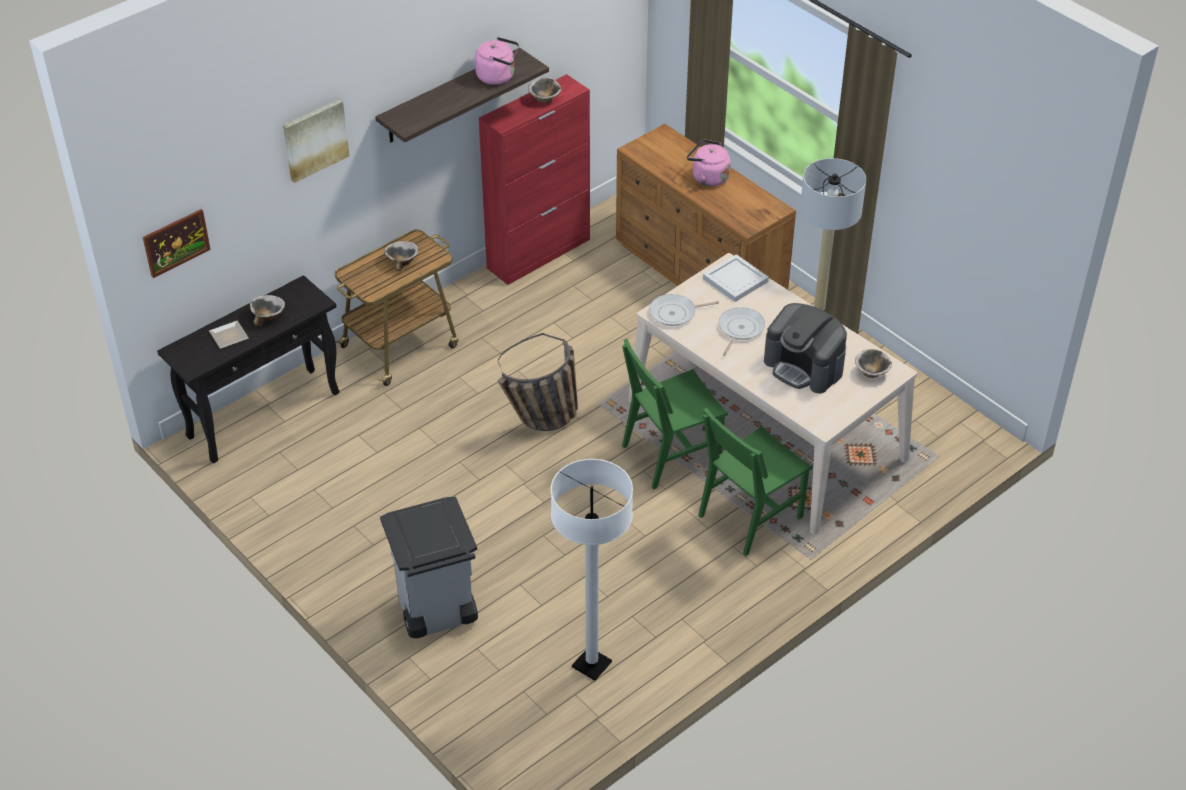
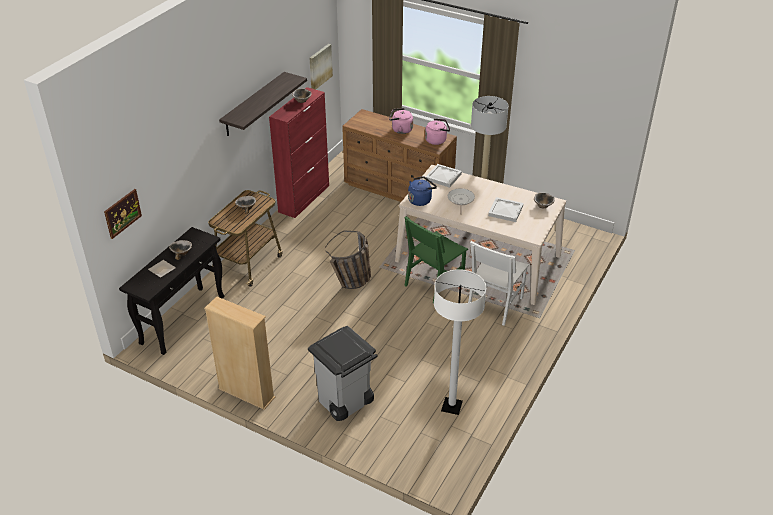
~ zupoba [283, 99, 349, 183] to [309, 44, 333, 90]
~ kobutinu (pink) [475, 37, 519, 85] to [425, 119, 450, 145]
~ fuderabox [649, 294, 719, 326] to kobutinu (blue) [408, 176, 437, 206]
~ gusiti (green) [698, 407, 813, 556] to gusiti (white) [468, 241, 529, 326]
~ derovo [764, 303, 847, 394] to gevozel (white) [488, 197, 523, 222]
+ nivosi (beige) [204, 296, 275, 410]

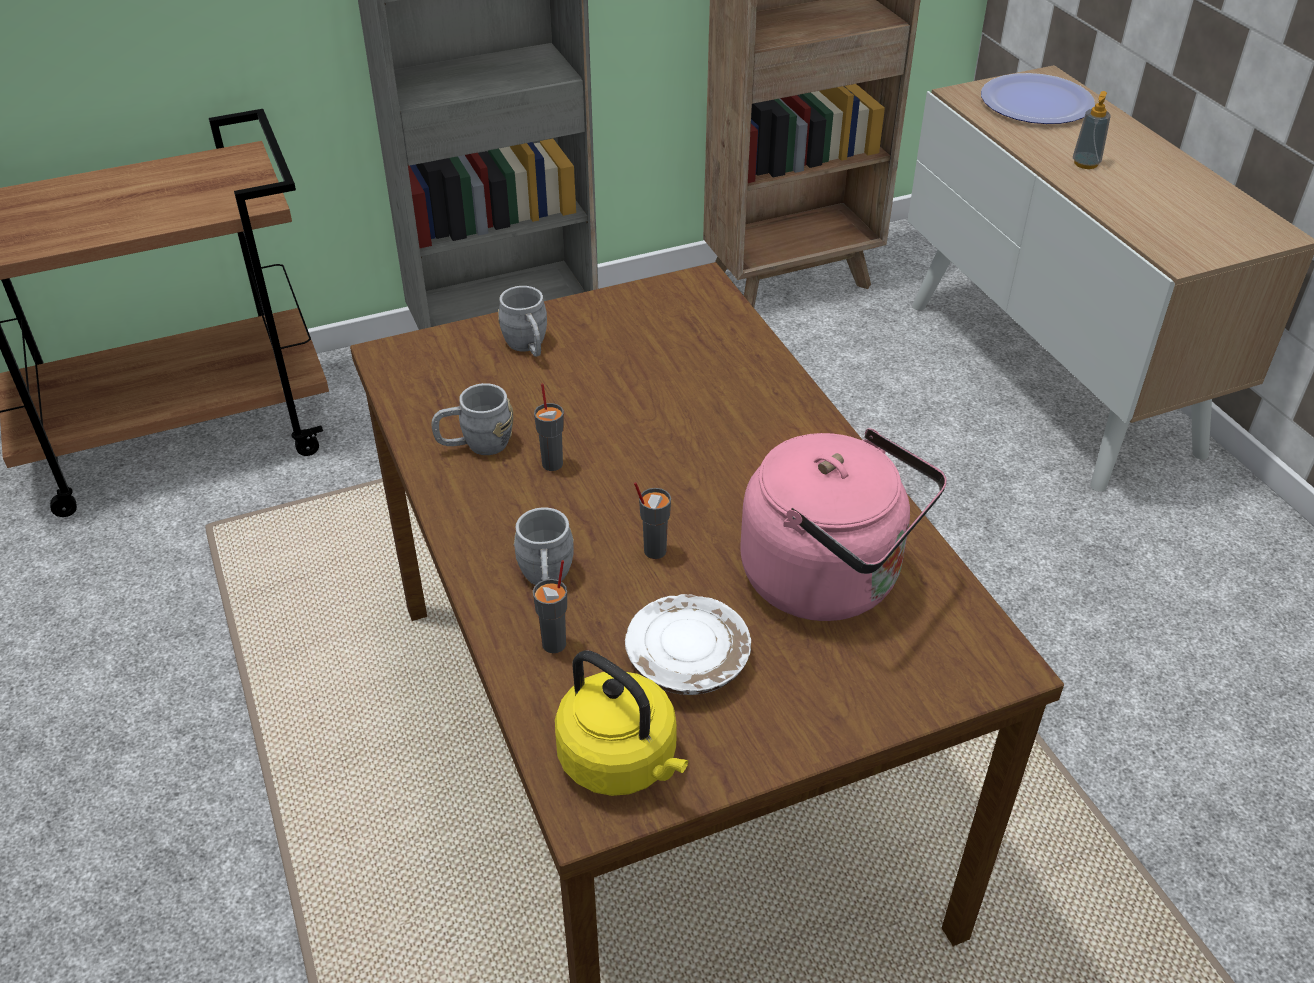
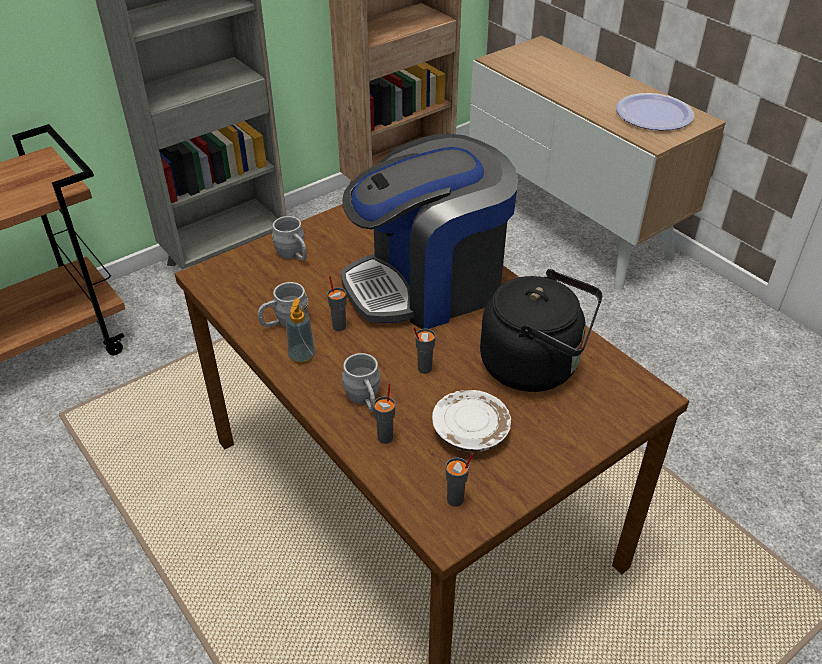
~ kobutinu (yellow) [555, 650, 688, 796] to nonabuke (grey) [445, 453, 474, 507]
~ kobutinu (pink) [740, 428, 947, 621] to kobutinu (black) [480, 269, 602, 392]
~ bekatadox [981, 73, 1095, 124] to [616, 93, 694, 131]
~ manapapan [1073, 91, 1111, 169] to [286, 298, 315, 364]
+ derovo [341, 134, 518, 329]

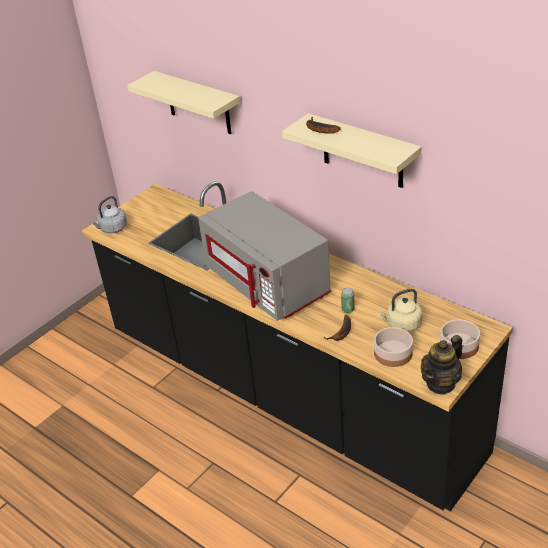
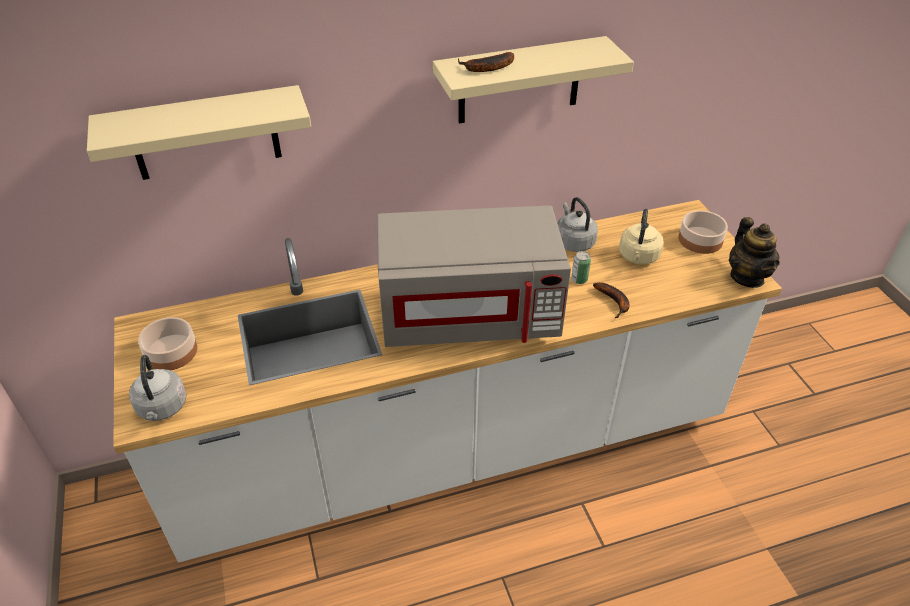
~ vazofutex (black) [82, 182, 513, 511] to vazofutex (white) [114, 200, 782, 562]
~ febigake [374, 327, 413, 367] to [138, 317, 197, 370]
+ kobutinu (grey) [557, 197, 598, 252]

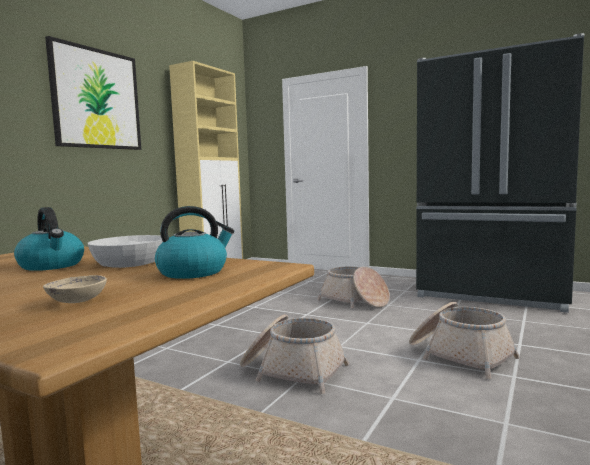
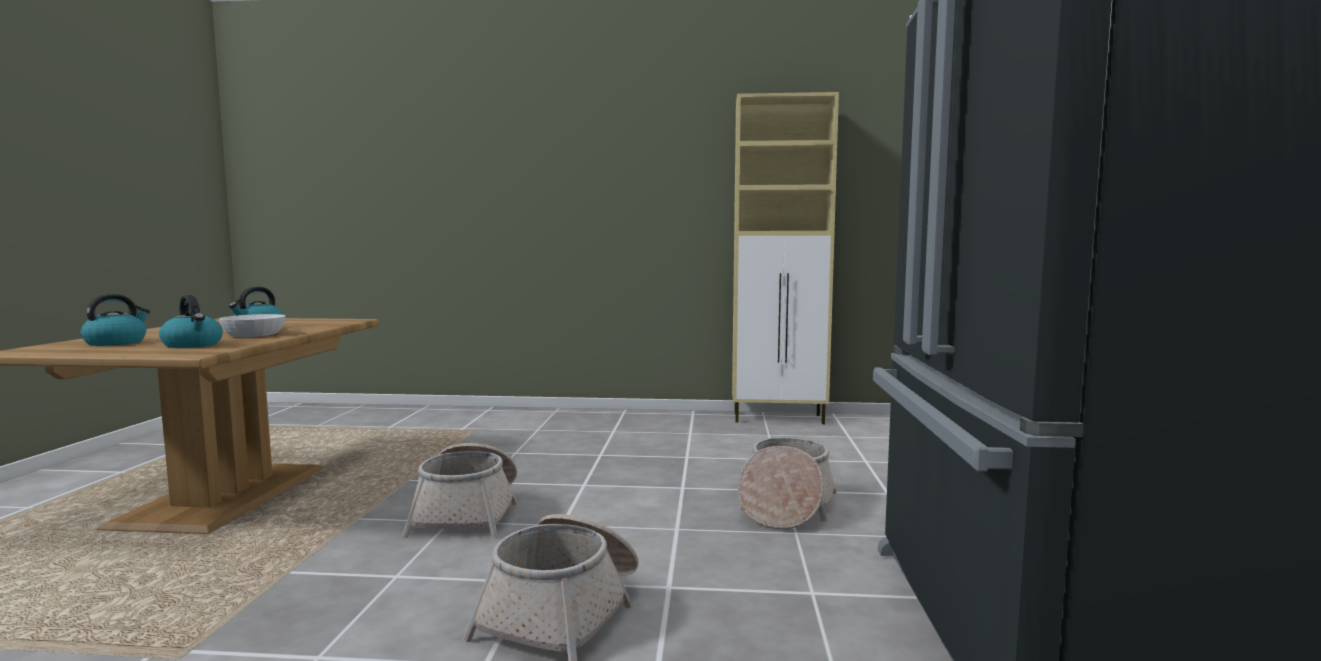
~ febigake (beige) [43, 275, 107, 303] to kobutinu [80, 294, 150, 346]
- zupoba [45, 36, 141, 150]

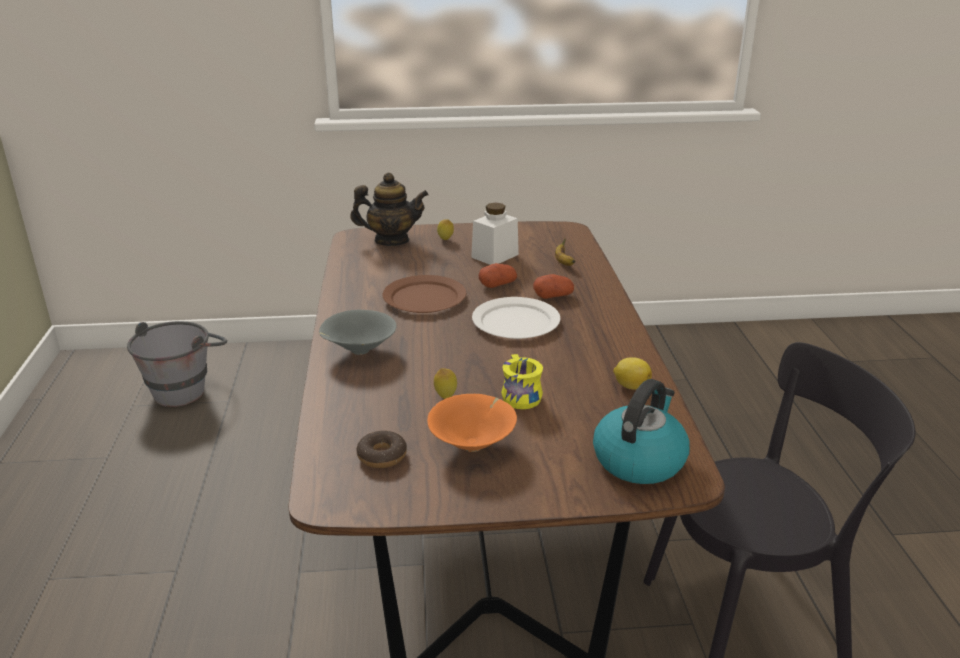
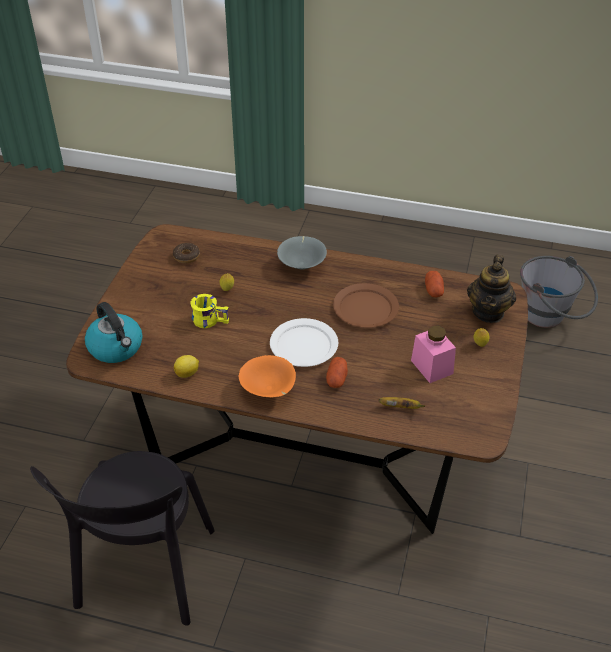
~ febigake (orange) [427, 394, 517, 452] to [239, 355, 296, 397]
~ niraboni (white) [471, 203, 519, 265] to niraboni (pink) [411, 326, 456, 383]
~ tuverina [479, 263, 517, 288] to [425, 271, 444, 298]

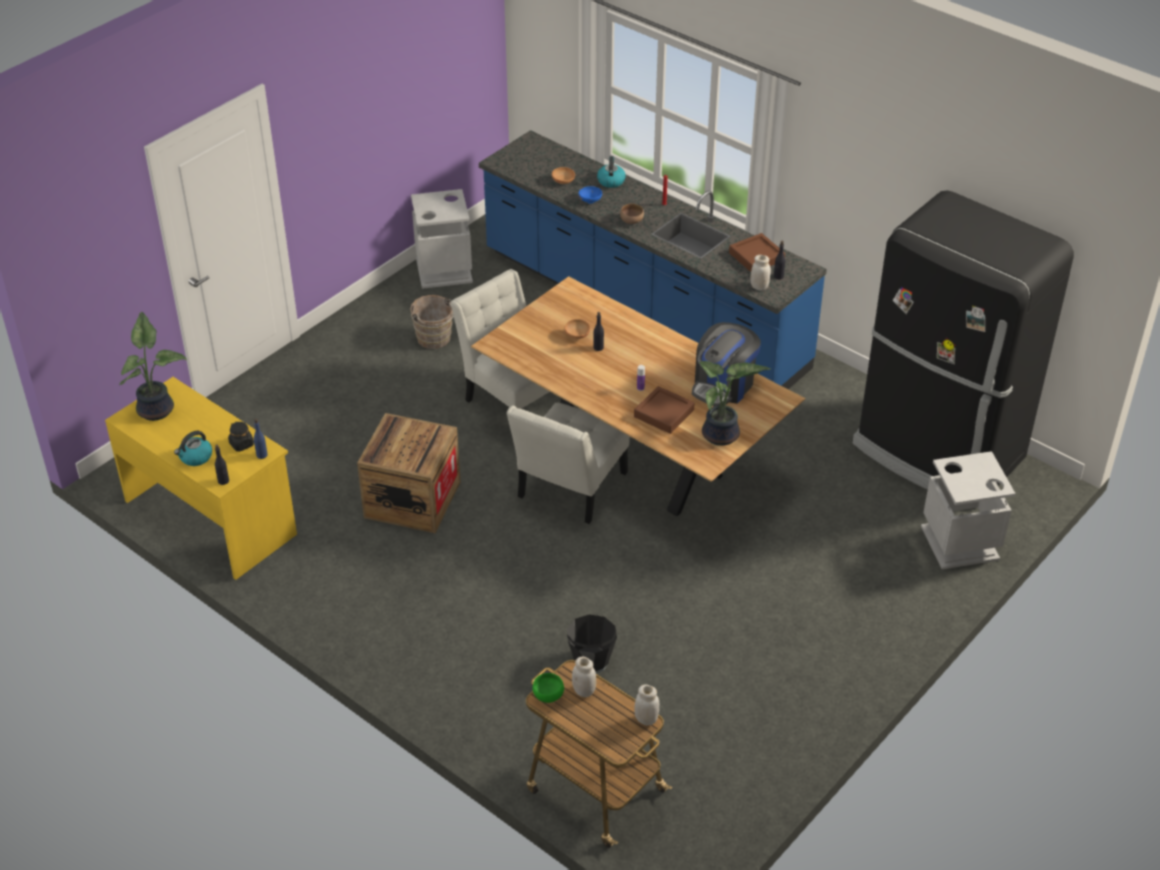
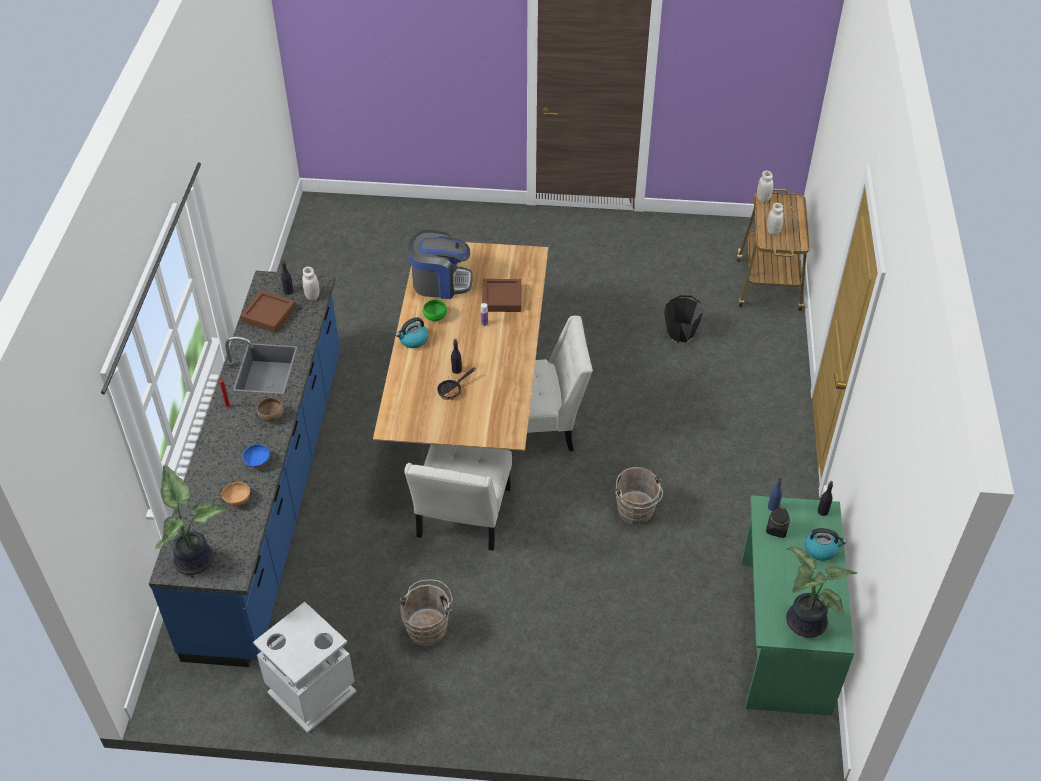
~ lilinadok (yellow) [105, 377, 297, 580] to lilinadok (green) [741, 495, 854, 716]
~ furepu [357, 413, 461, 533] to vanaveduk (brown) [615, 467, 663, 525]
~ febigake (green) [533, 673, 564, 703] to [423, 300, 447, 321]
~ febigake (brown) [565, 319, 590, 339] to fuderabox [437, 367, 476, 400]
~ kobutinu [597, 156, 626, 188] to [395, 317, 429, 348]
~ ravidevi [699, 361, 771, 446] to [155, 465, 227, 575]
- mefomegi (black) [853, 190, 1074, 490]
- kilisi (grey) [921, 451, 1016, 569]

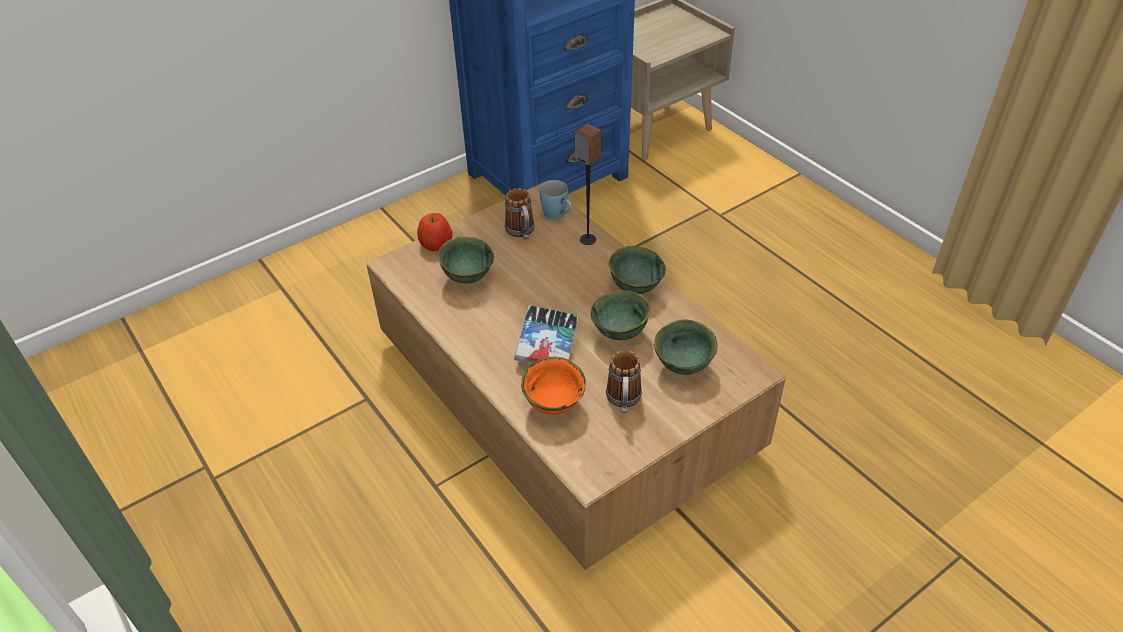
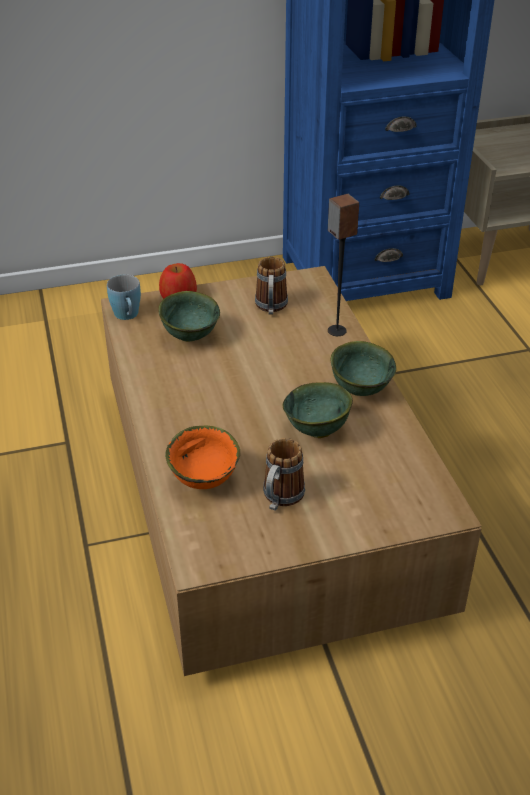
- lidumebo [514, 305, 578, 364]
~ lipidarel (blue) [539, 180, 572, 220] to [107, 275, 141, 320]
- febigake (green) [654, 320, 718, 375]

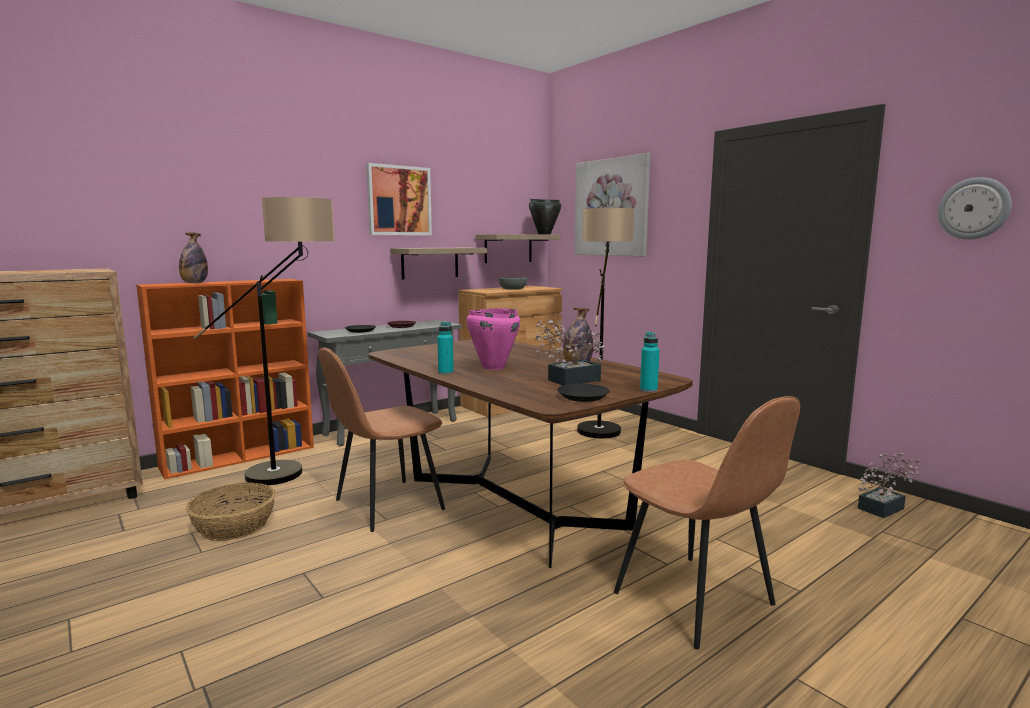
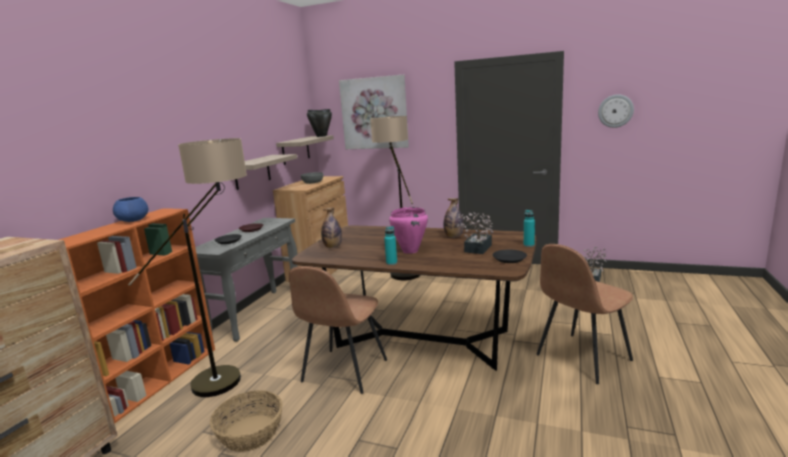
~ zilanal [179, 232, 208, 283] to [321, 208, 342, 248]
- zupoba [366, 163, 432, 235]
~ gusiti (brown) [614, 396, 800, 649] = [537, 244, 633, 384] 120 degrees clockwise
+ febigake (blue) [113, 197, 148, 222]

